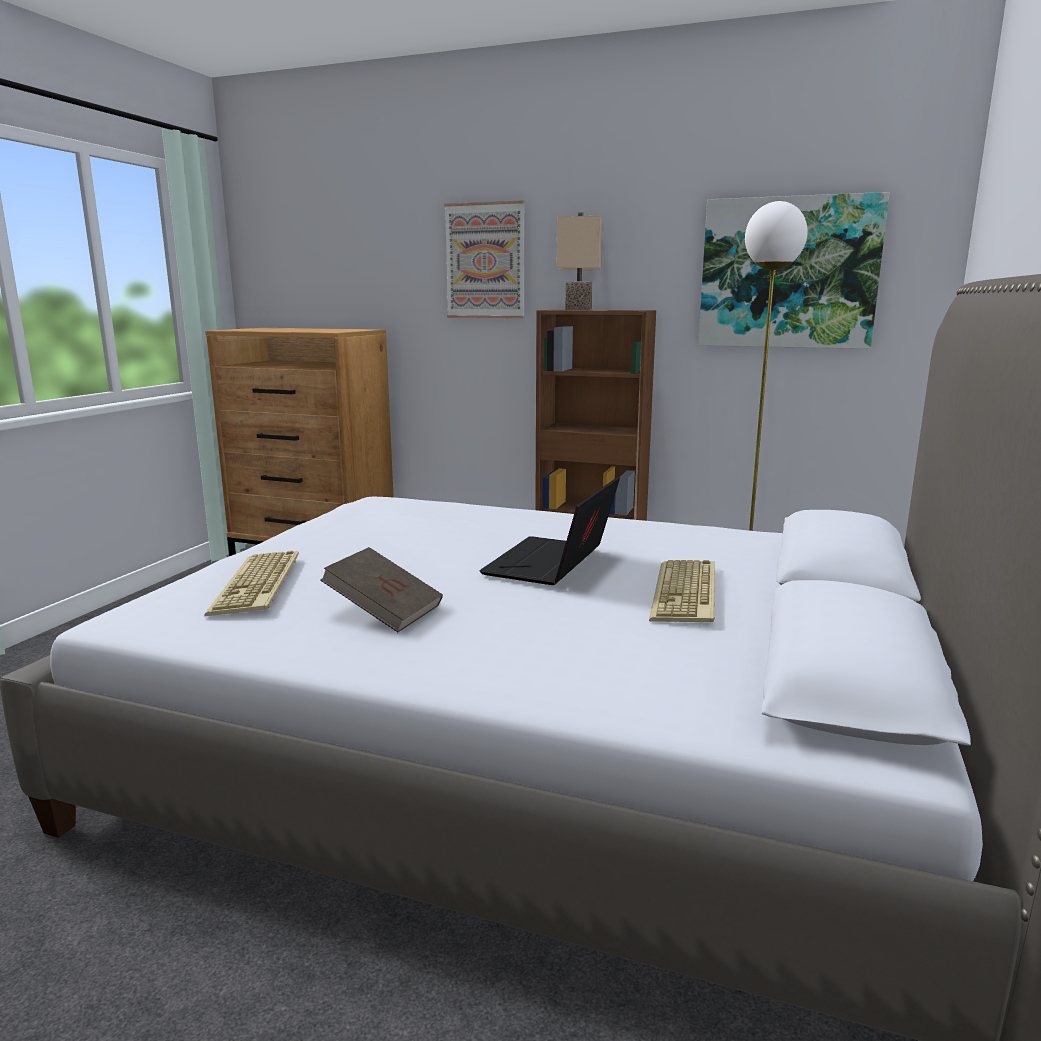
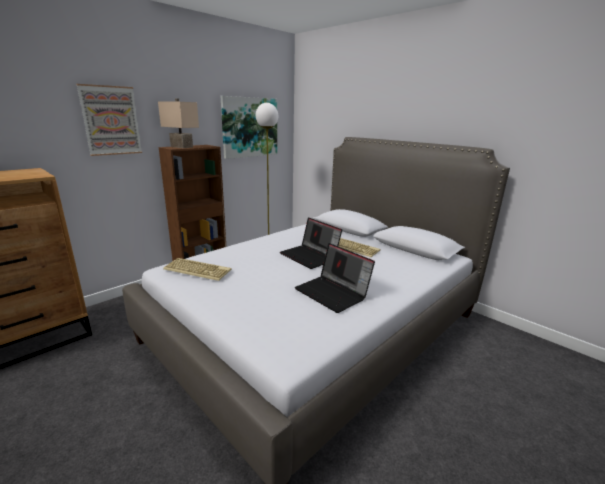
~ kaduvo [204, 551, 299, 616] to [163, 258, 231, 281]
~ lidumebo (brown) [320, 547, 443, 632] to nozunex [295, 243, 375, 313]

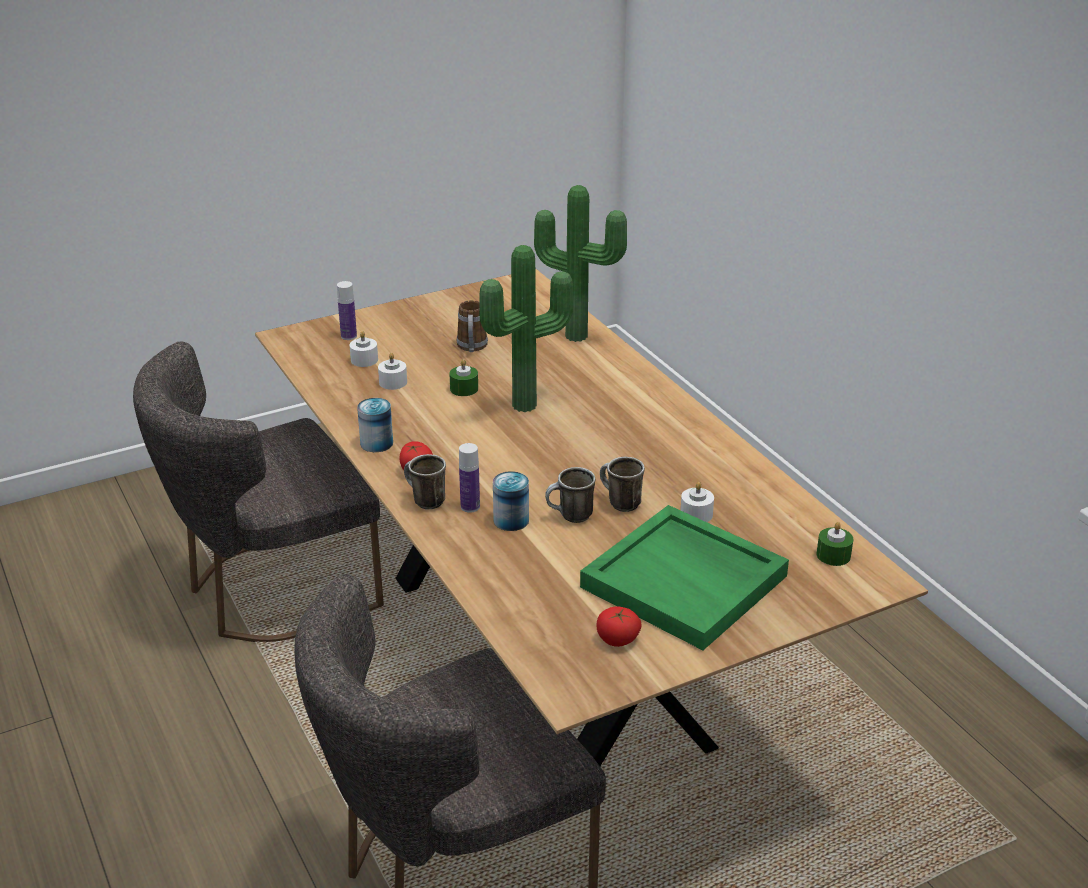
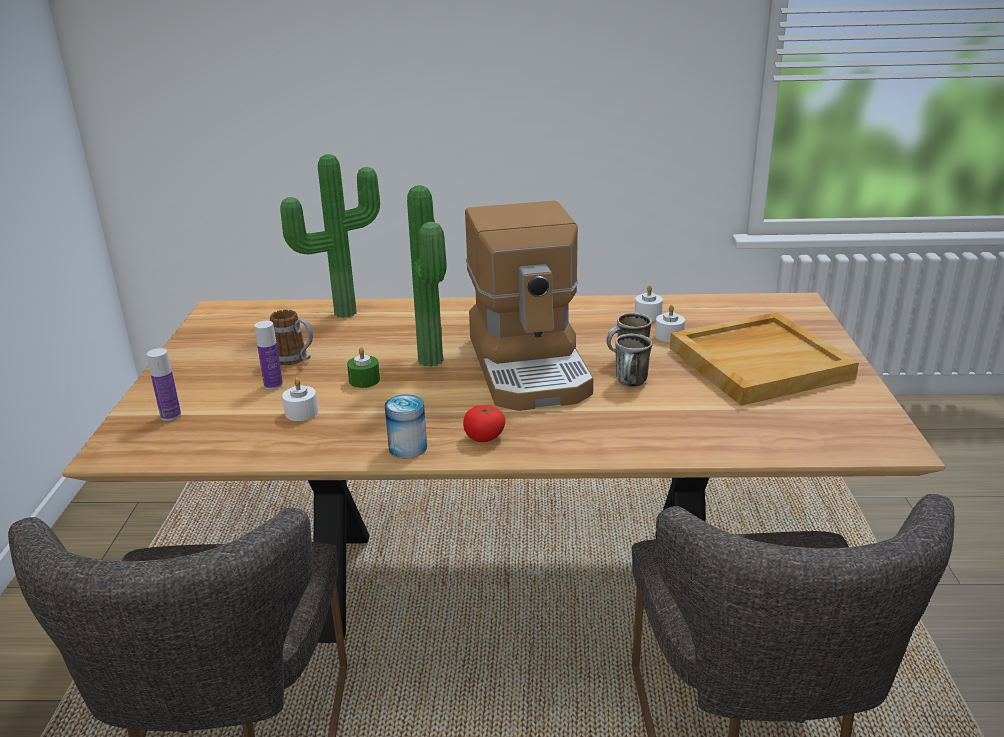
~ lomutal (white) [350, 331, 378, 367] to [635, 285, 663, 321]
- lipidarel [404, 454, 446, 510]
~ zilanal [459, 443, 480, 513] to [254, 321, 283, 390]
- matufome [493, 471, 529, 531]
~ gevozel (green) [580, 505, 789, 650] to gevozel (beige) [670, 312, 859, 406]
- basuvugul [596, 607, 641, 647]
- lomutal (green) [816, 522, 853, 566]
+ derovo [465, 201, 593, 411]

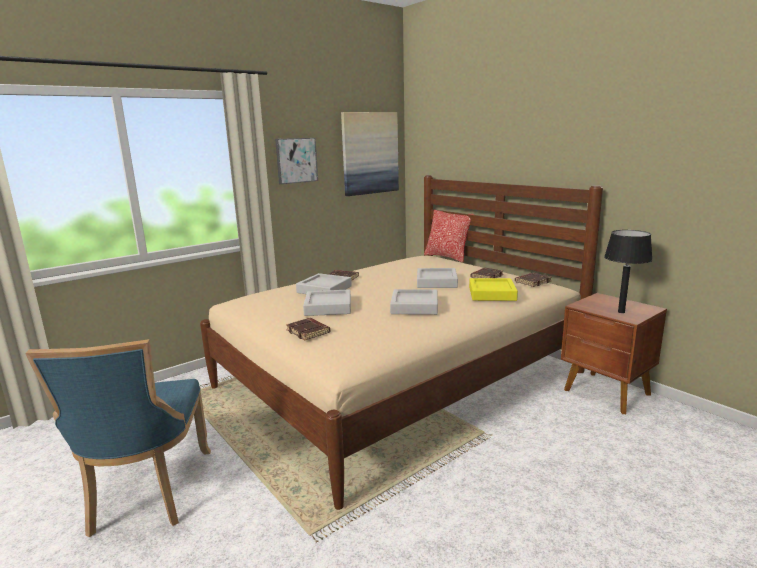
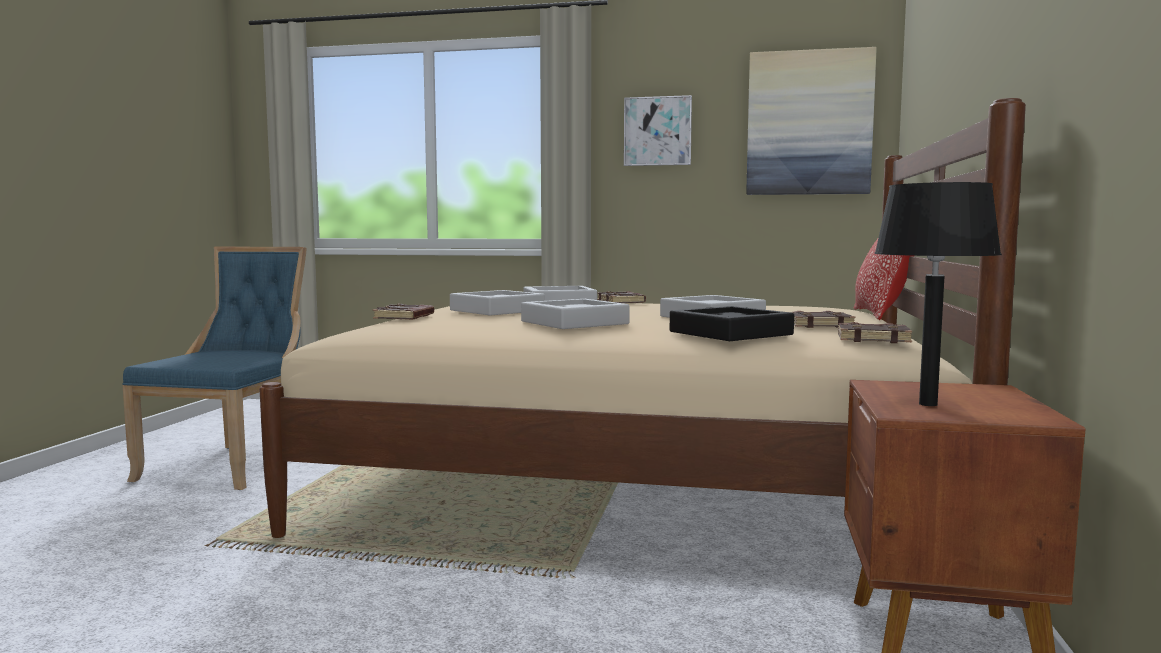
~ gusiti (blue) [25, 339, 211, 538] = [122, 246, 307, 490] 150 degrees clockwise
~ gevozel (yellow) [469, 278, 518, 301] to gevozel (black) [670, 306, 794, 341]

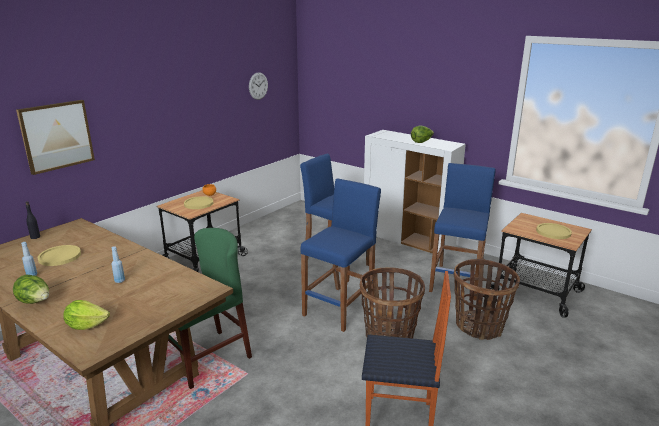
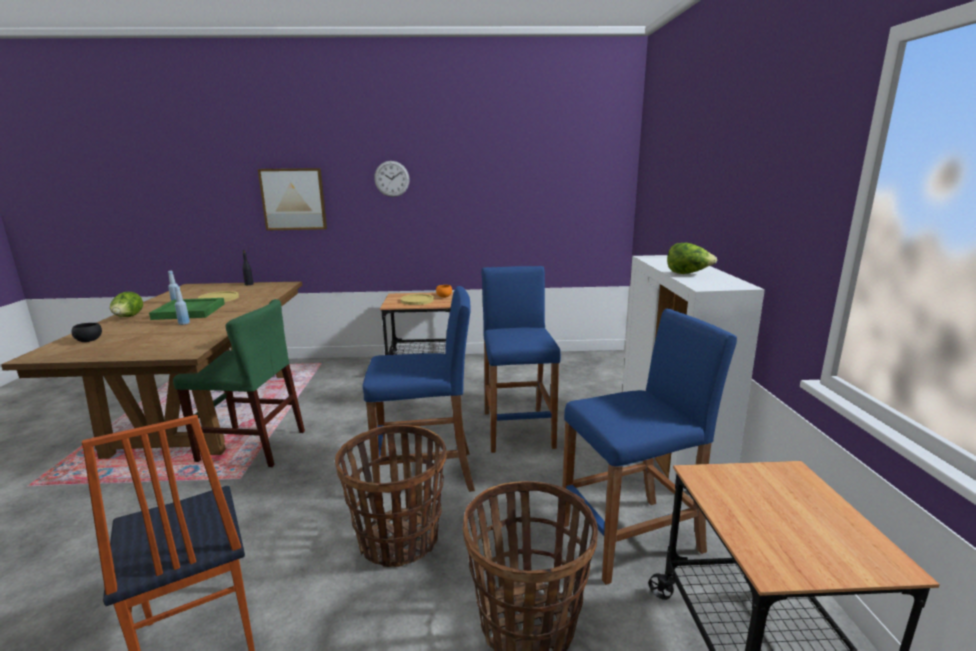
~ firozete [63, 300, 110, 330] to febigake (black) [72, 323, 102, 342]
~ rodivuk [249, 72, 268, 100] to [374, 161, 410, 197]
- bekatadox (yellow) [536, 223, 572, 239]
+ gevozel (green) [149, 298, 225, 320]

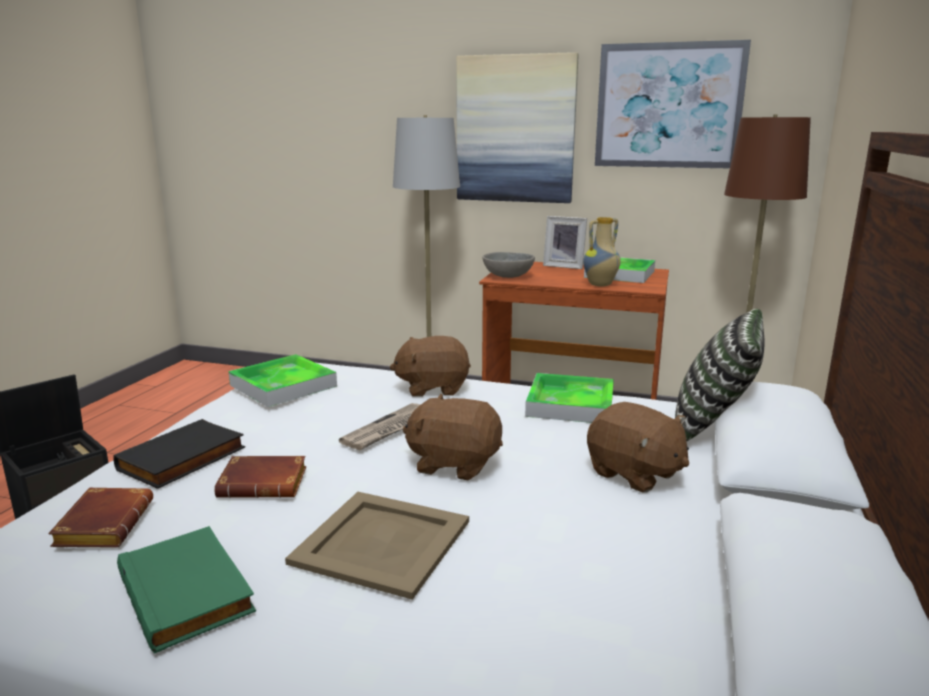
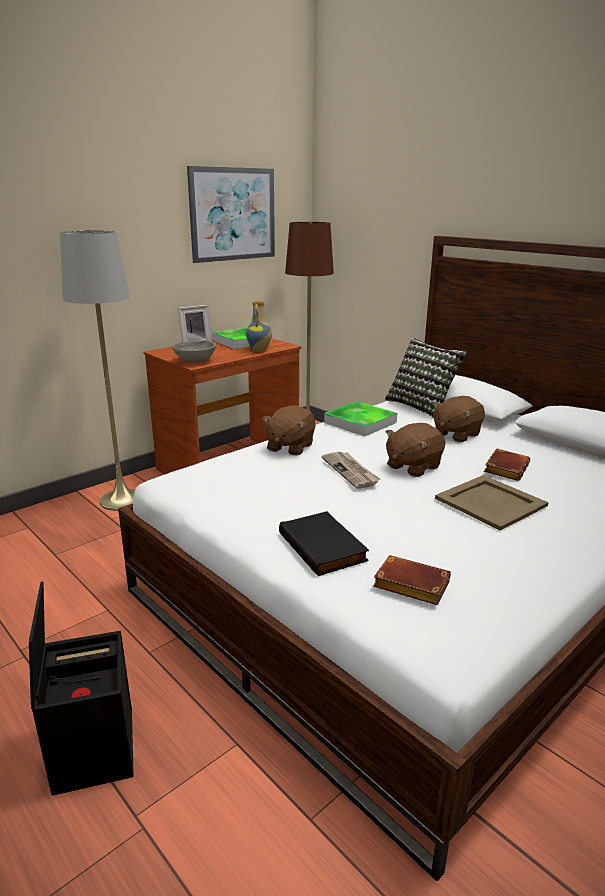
- lidumebo (green) [117, 526, 256, 654]
~ lidumebo (brown) [214, 456, 306, 498] to [484, 448, 530, 481]
- gevozel [228, 354, 337, 407]
- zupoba [457, 52, 579, 203]
~ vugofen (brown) [587, 402, 689, 492] = [433, 396, 485, 442] 150 degrees clockwise

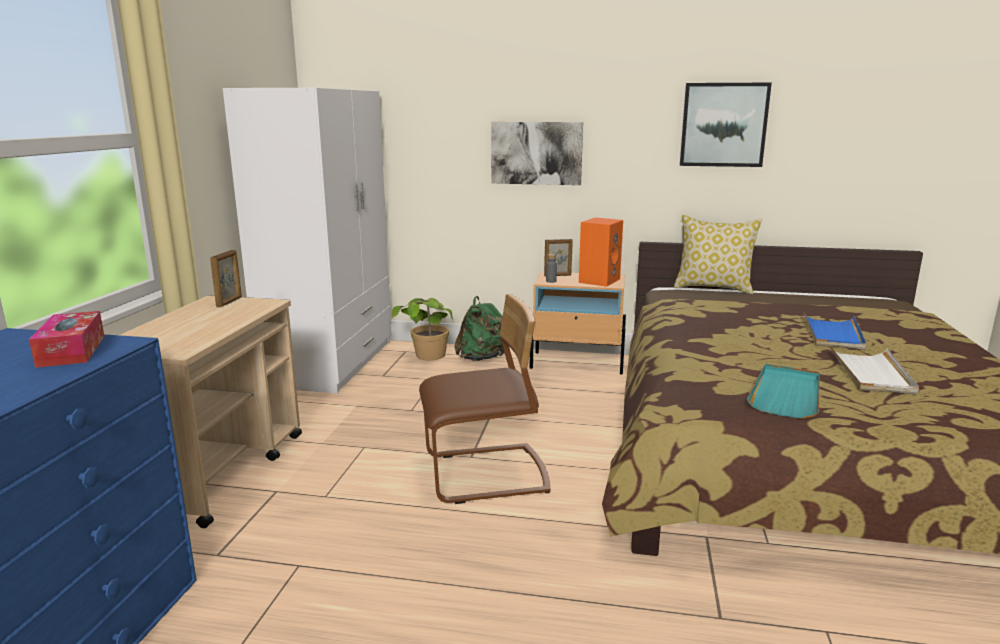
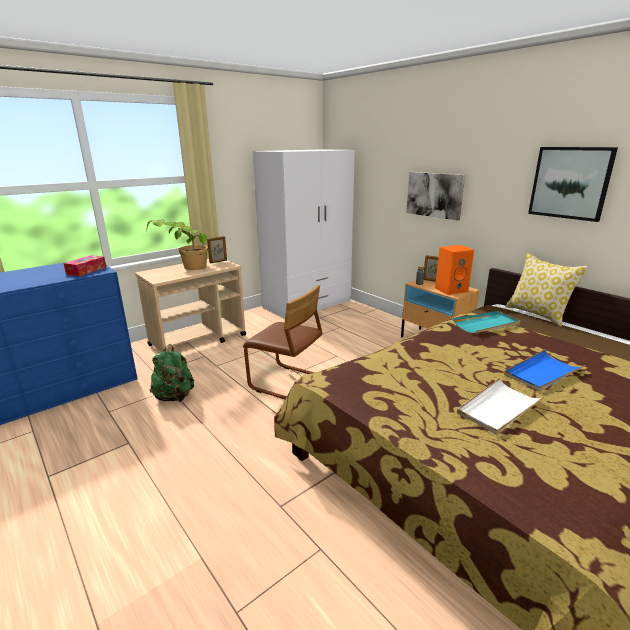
~ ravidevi [392, 298, 453, 360] to [146, 219, 208, 270]
~ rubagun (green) [454, 296, 504, 361] to [150, 344, 194, 402]
~ gevozel (turquoise) [747, 364, 820, 418] to [453, 311, 520, 333]

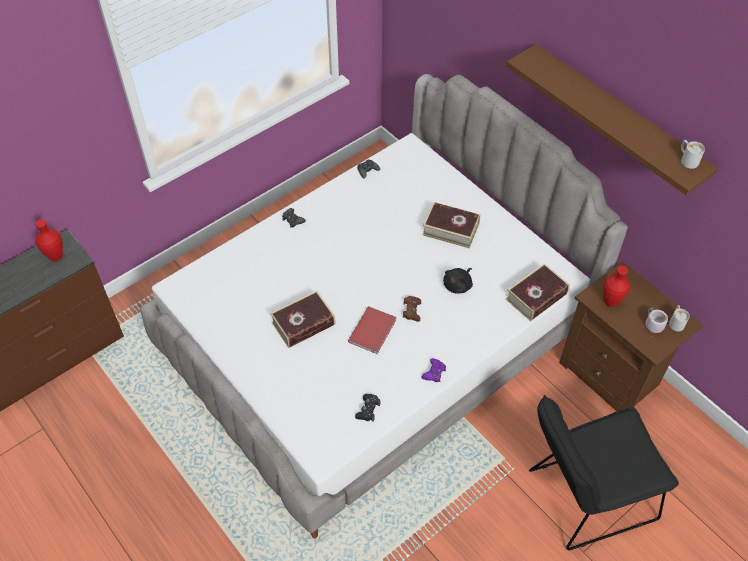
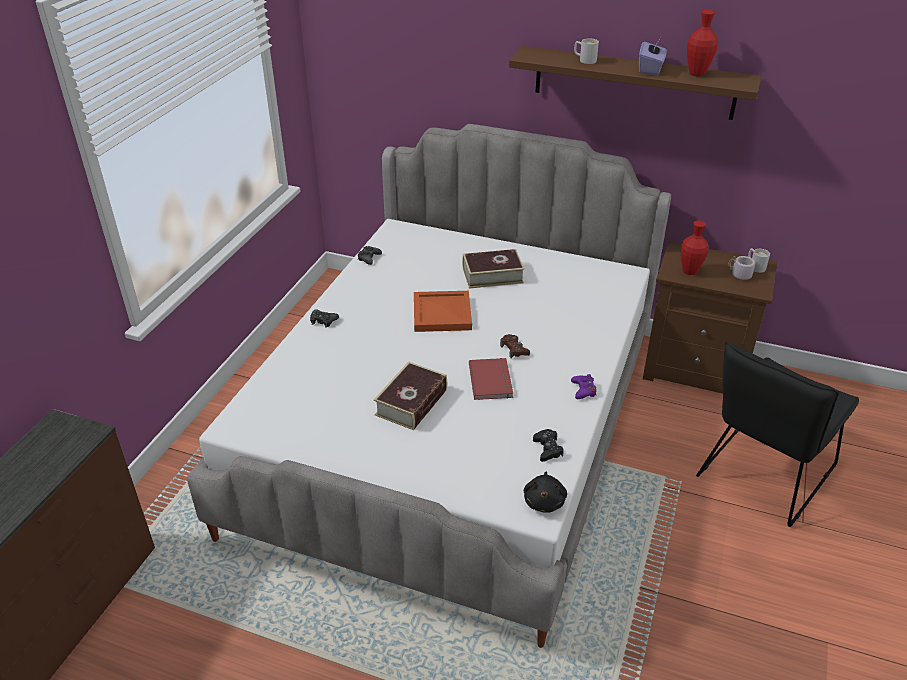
~ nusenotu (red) [35, 219, 63, 261] to [687, 10, 718, 77]
~ vugofen (black) [443, 268, 473, 293] to [524, 472, 567, 513]
- lidumebo [506, 263, 570, 321]
~ lipidarel (white) [681, 140, 705, 169] to [574, 38, 599, 64]
+ gevozel (orange) [414, 291, 472, 332]
+ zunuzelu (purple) [639, 40, 667, 75]

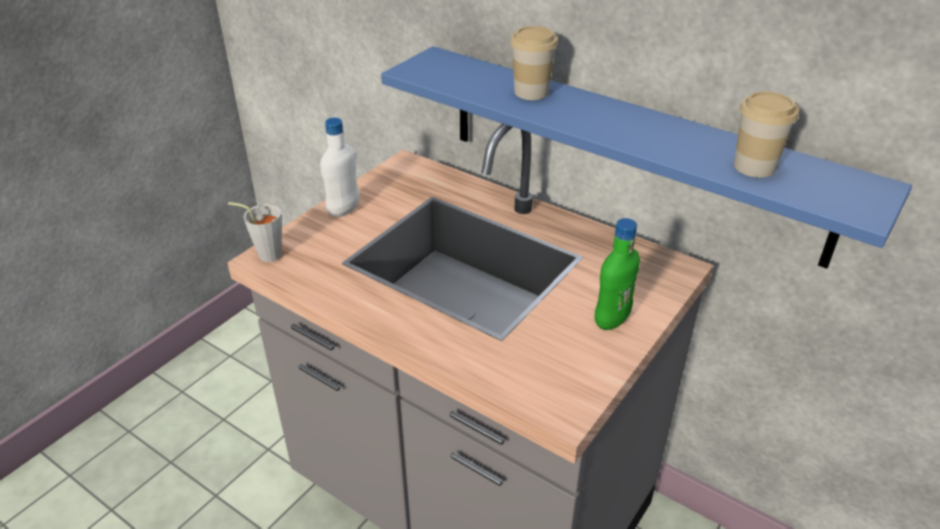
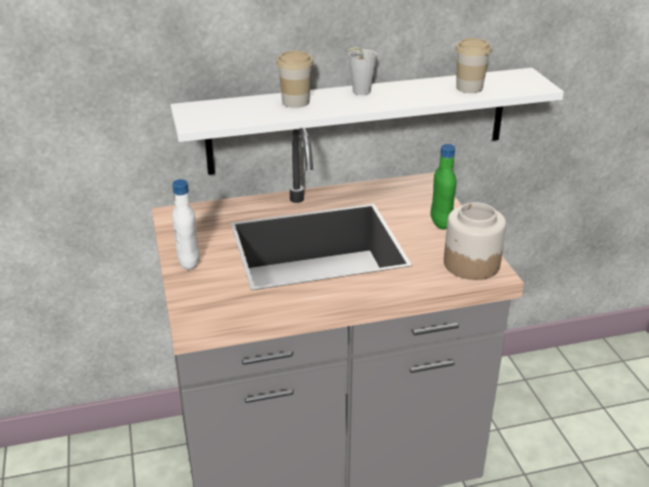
~ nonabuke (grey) [228, 202, 282, 262] to [348, 47, 377, 95]
~ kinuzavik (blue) [381, 46, 912, 269] to kinuzavik (white) [170, 68, 564, 175]
+ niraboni [444, 202, 506, 280]

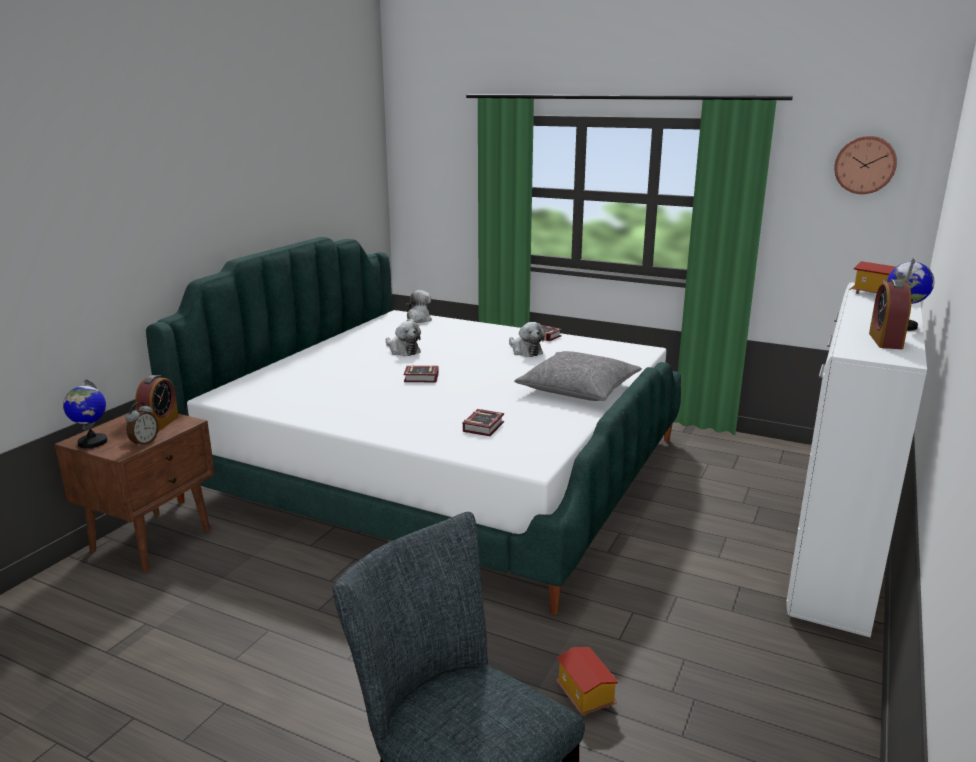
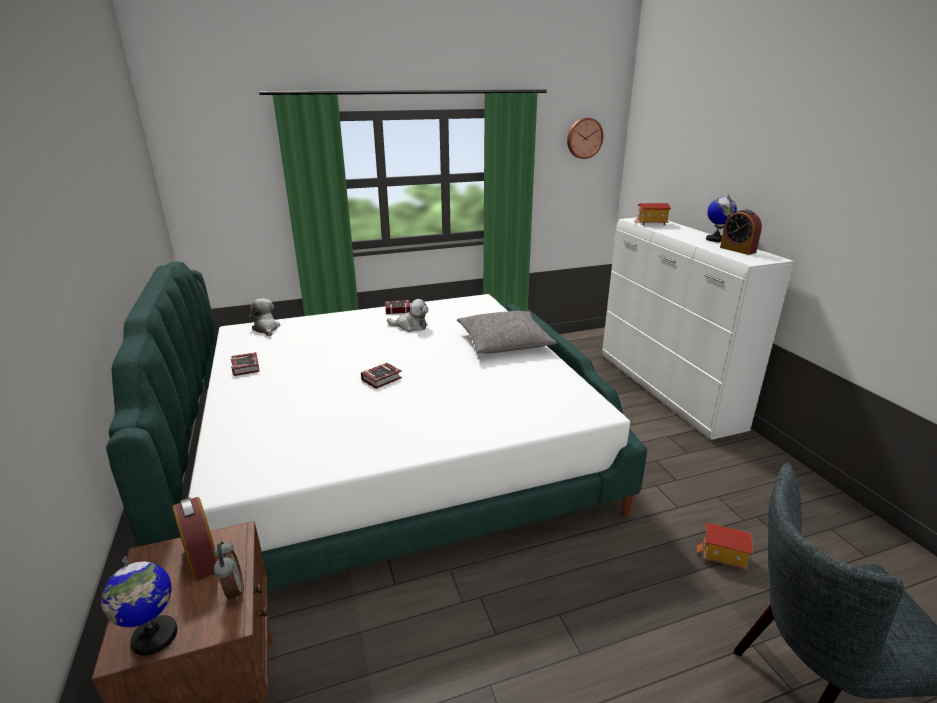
- vugofen [386, 321, 421, 356]
~ lidumebo [463, 409, 504, 436] to [231, 352, 260, 376]

